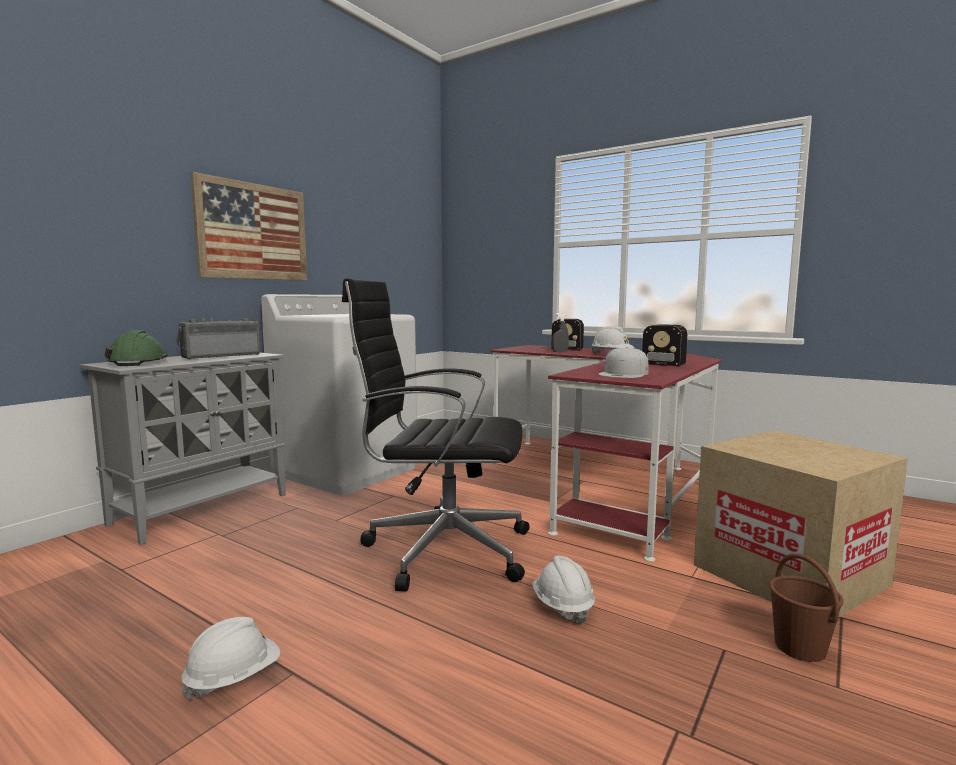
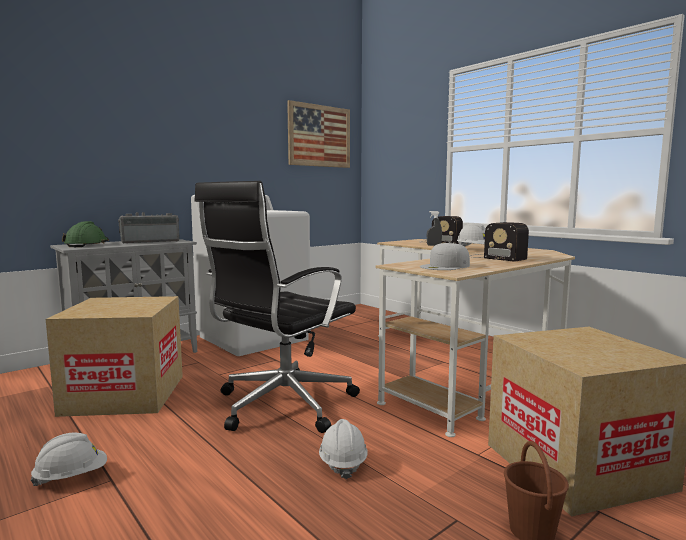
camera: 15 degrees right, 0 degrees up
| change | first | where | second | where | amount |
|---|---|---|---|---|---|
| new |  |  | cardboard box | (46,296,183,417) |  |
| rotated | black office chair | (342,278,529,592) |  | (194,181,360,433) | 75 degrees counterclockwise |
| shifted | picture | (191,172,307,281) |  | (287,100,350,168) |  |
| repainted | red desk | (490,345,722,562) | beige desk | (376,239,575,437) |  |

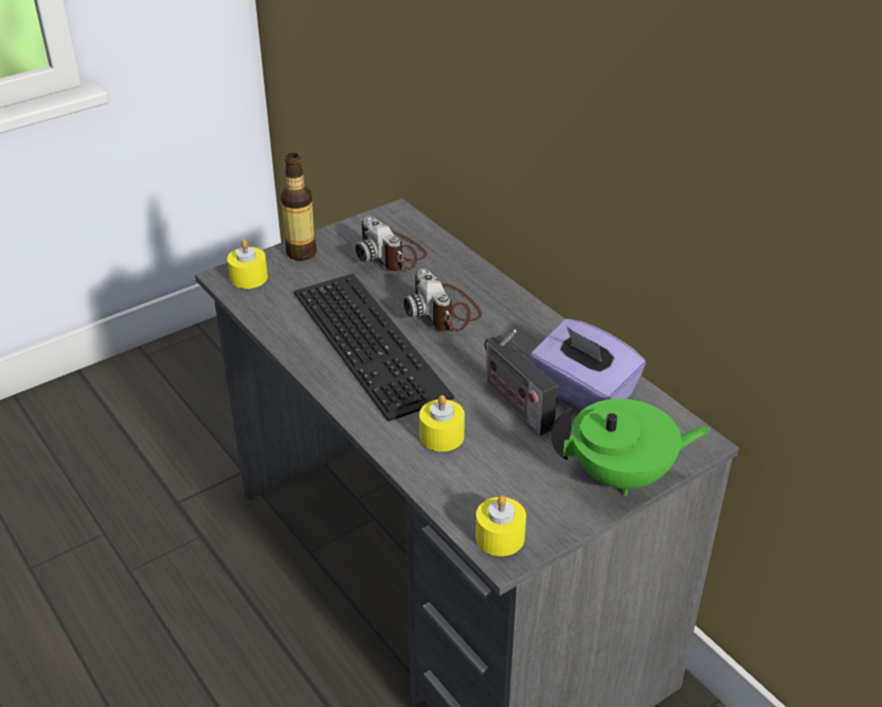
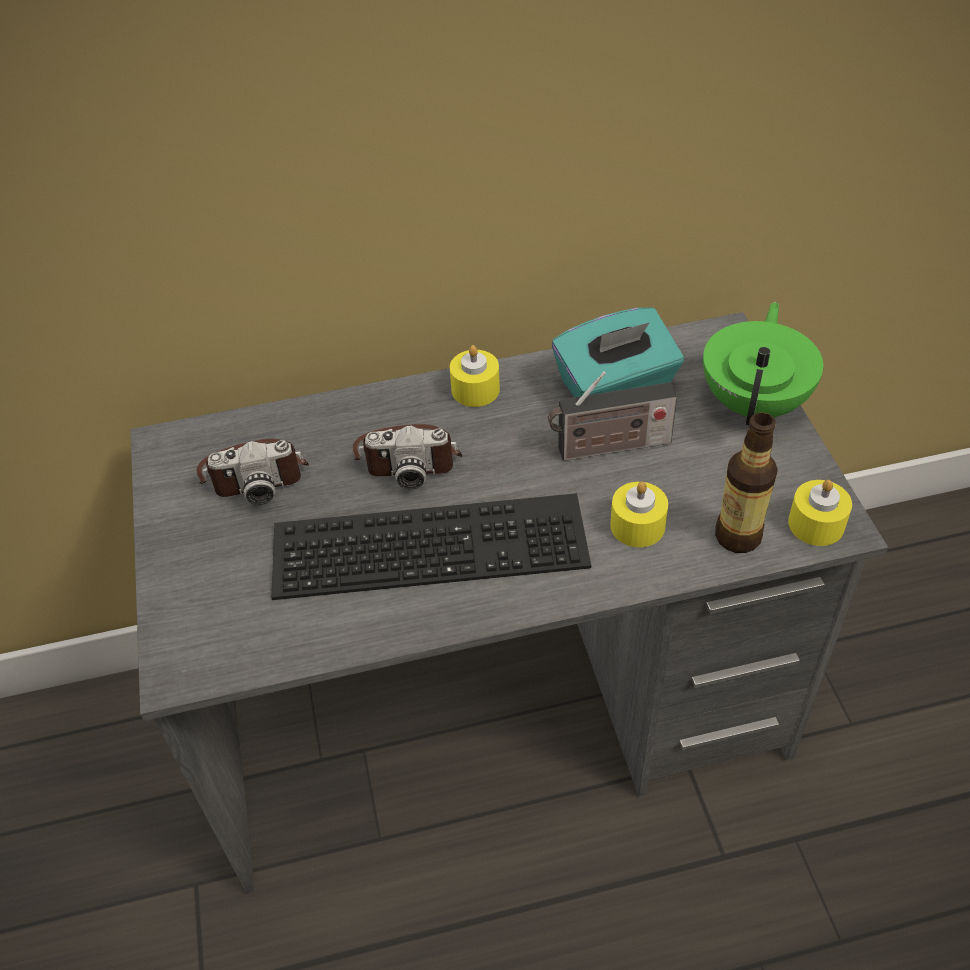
camera: 65 degrees left, 10 degrees up
| change | first | where | second | where | amount |
|---|---|---|---|---|---|
| shifted | yellow candle | (227,240,268,289) |  | (450,345,500,407) |  |
| repainted | purple tissue box | (531,319,646,410) | turquoise tissue box | (552,308,684,397) |  |
| shifted | bottle | (281,153,317,261) |  | (715,412,778,553) |  |

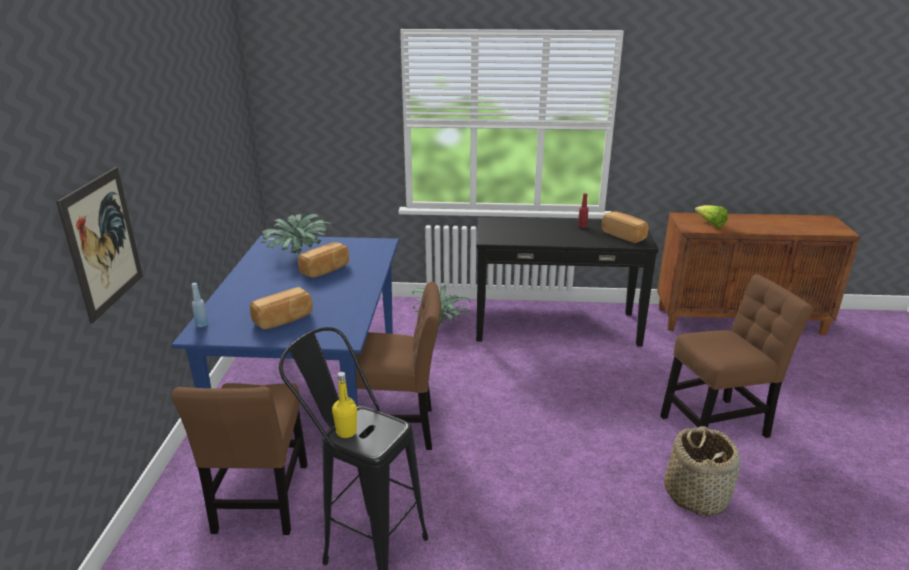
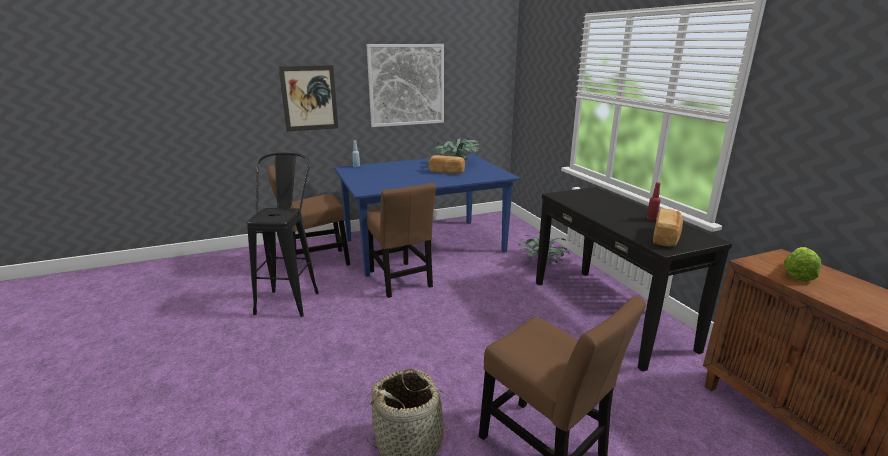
camera: 65 degrees right, 5 degrees down
| change | first | where | second | where | amount |
|---|---|---|---|---|---|
| new |  |  | picture | (366,44,444,127) |  |
| gone | bread | (250,287,312,329) |  |  |  |
| gone | yellow bottle | (332,372,357,438) |  |  |  |

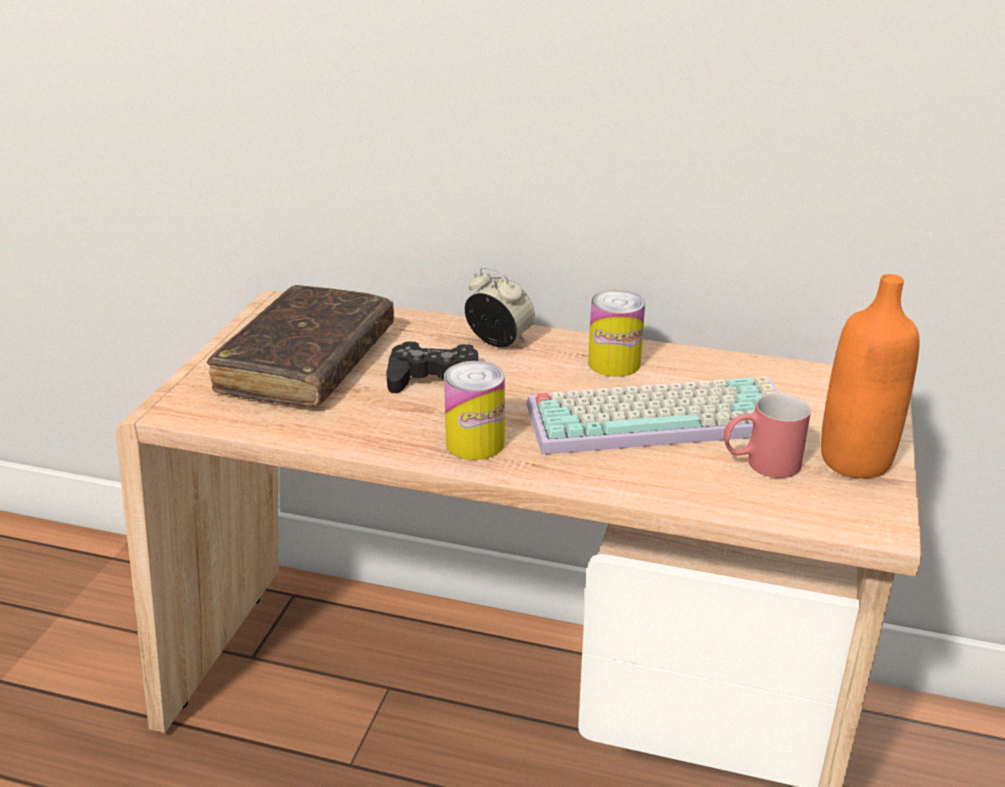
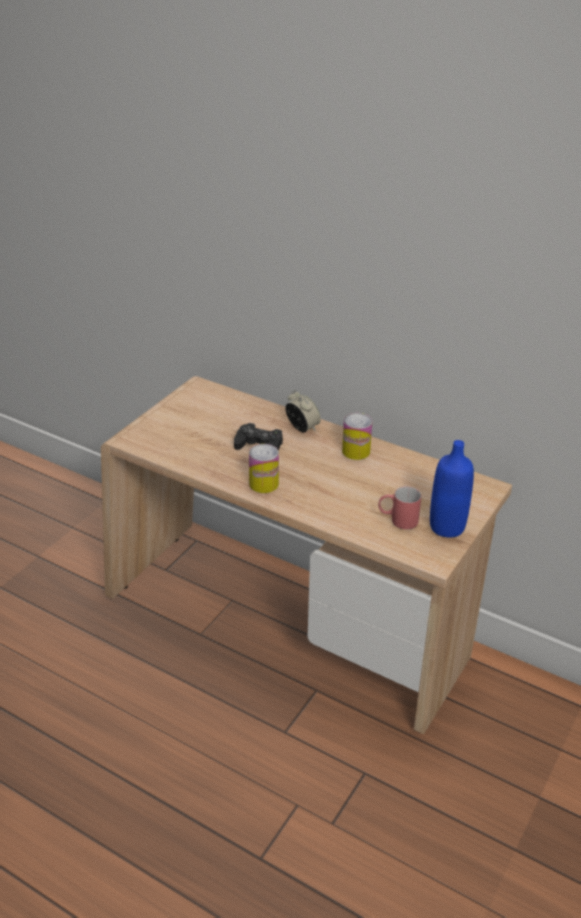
camera: 15 degrees right, 5 degrees up
| change | first | where | second | where | amount |
|---|---|---|---|---|---|
| repainted | orange bottle | (821,274,919,479) | blue bottle | (430,440,474,538) |  |
| gone | brown book | (206,285,394,407) |  |  |  |
| gone | keyboard | (527,376,780,455) |  |  |  |

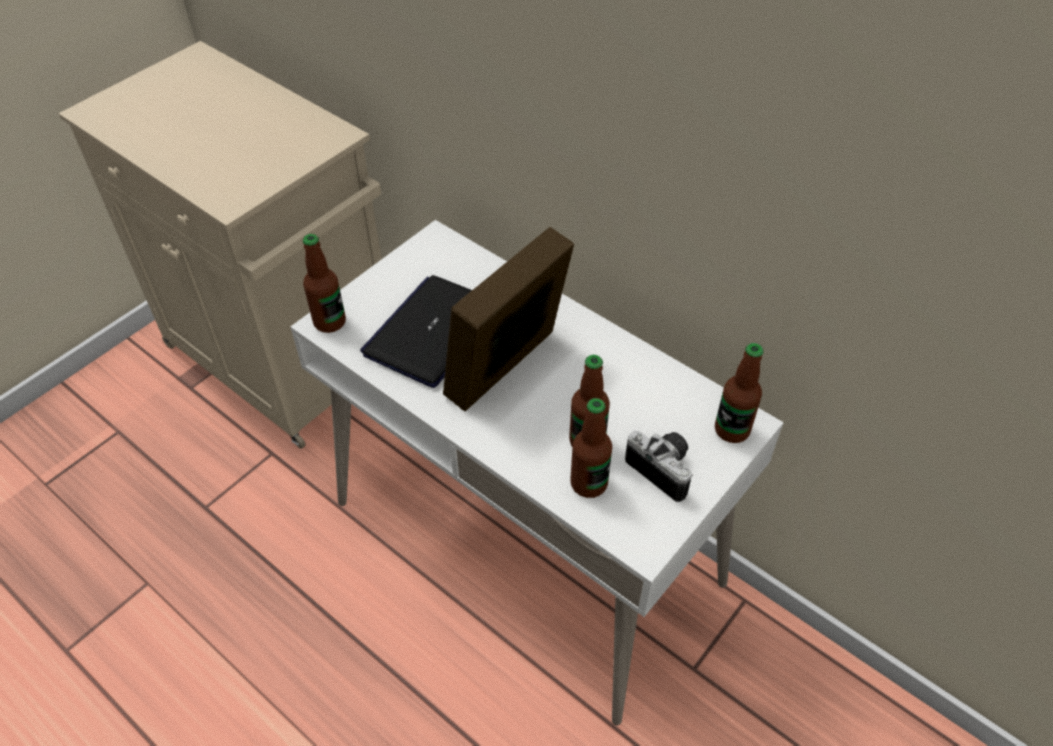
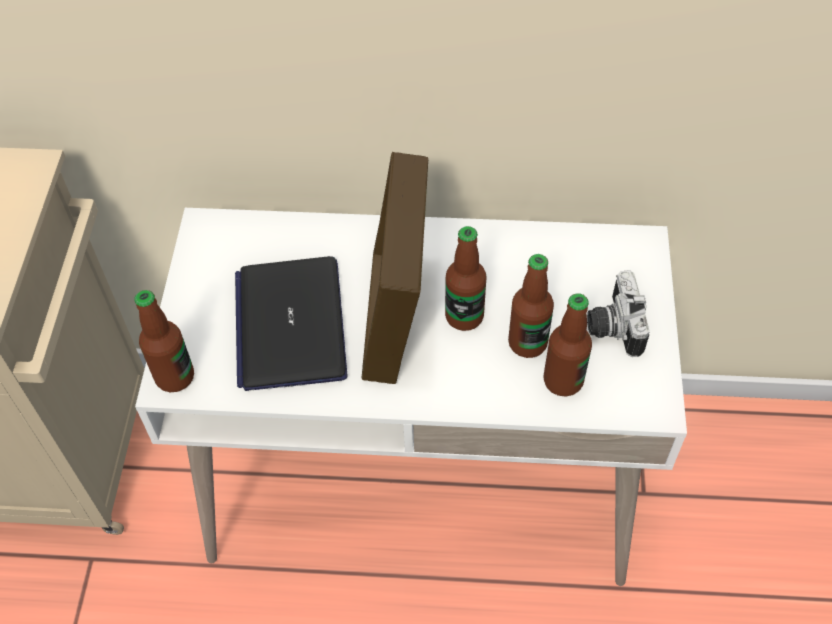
camera: 35 degrees left, 5 degrees up
| change | first | where | second | where | amount |
|---|---|---|---|---|---|
| shifted | bottle | (715,343,763,443) |  | (445,226,486,331) |  |
| rotated | photo camera | (625,431,693,502) |  | (587,270,650,357) | 105 degrees counterclockwise |

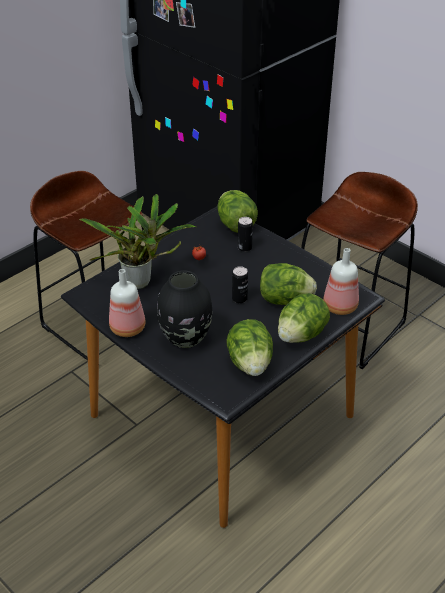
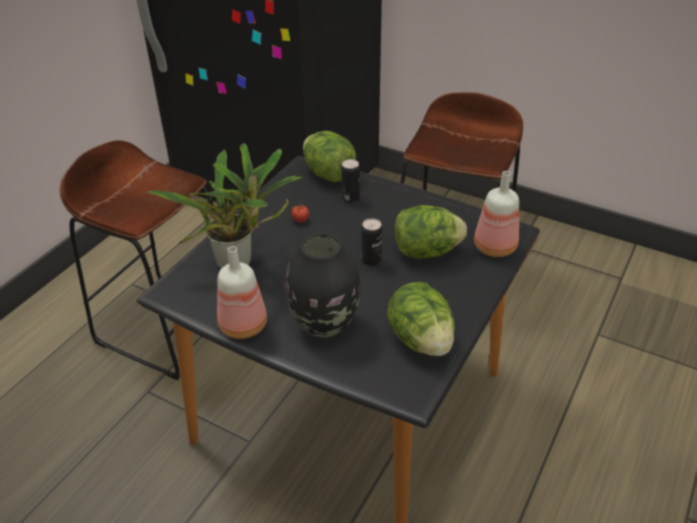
camera: 15 degrees left, 0 degrees up
| change | first | where | second | where | amount |
|---|---|---|---|---|---|
| gone | lettuce | (278,293,330,343) |  |  |  |

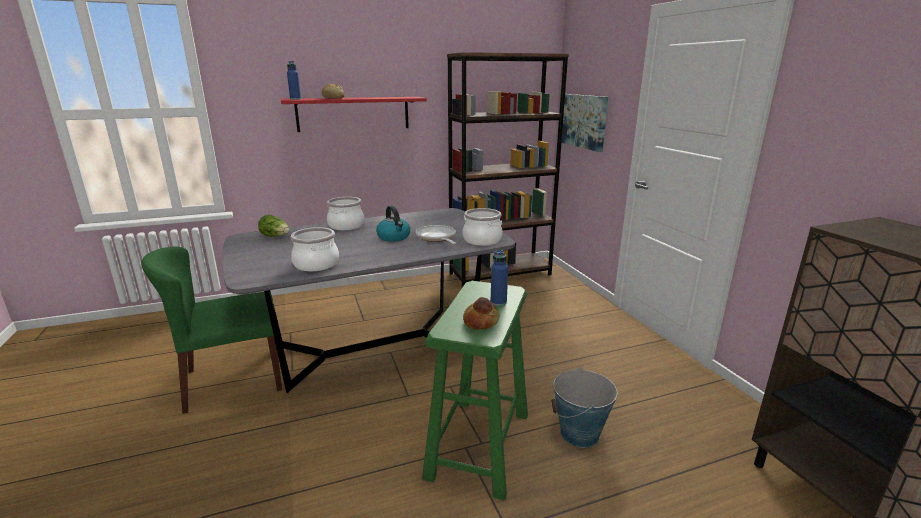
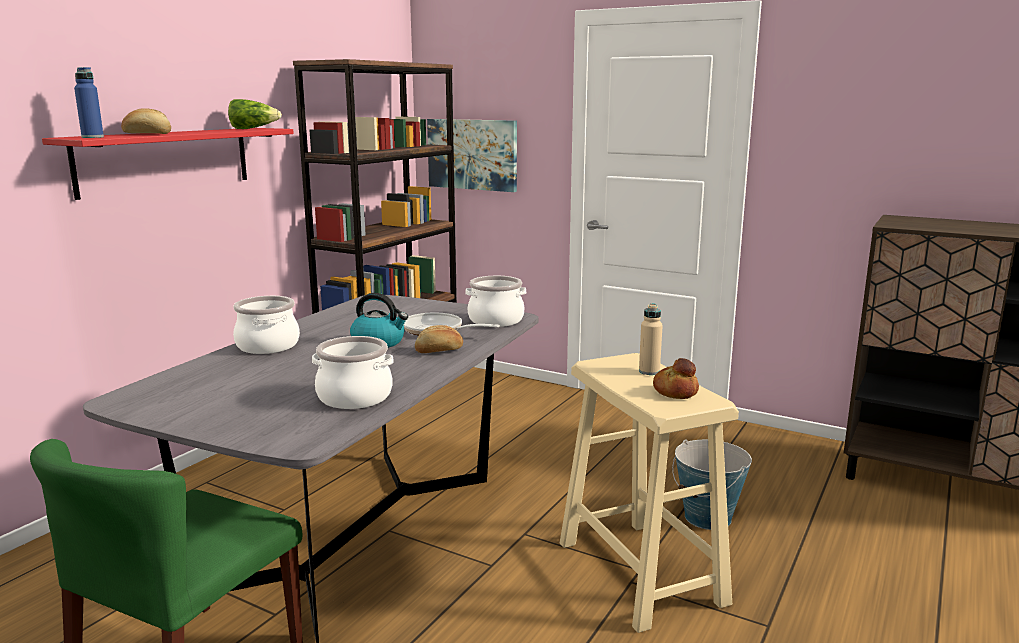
camera: 40 degrees left, 5 degrees down
| change | first | where | second | where | amount |
|---|---|---|---|---|---|
| shifted | lettuce | (258,214,290,237) |  | (228,99,282,129) |  |
| new |  |  | bread | (415,325,463,353) |  |
| repainted | green stool | (422,281,528,500) | beige stool | (560,353,739,633) |  |
| repainted | blue bottle | (490,250,508,306) | beige bottle | (639,303,663,375) |  |

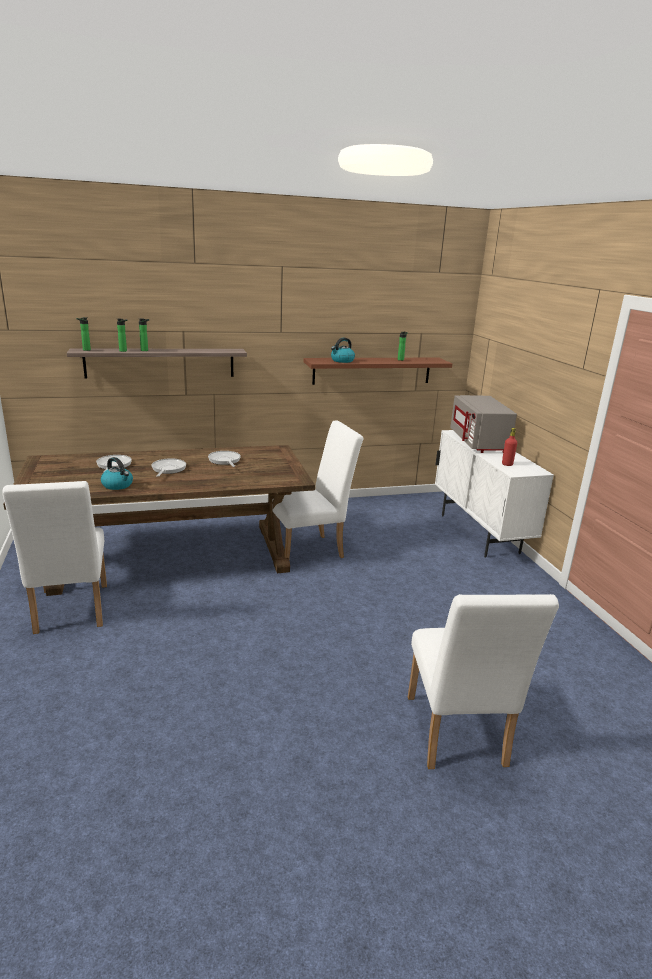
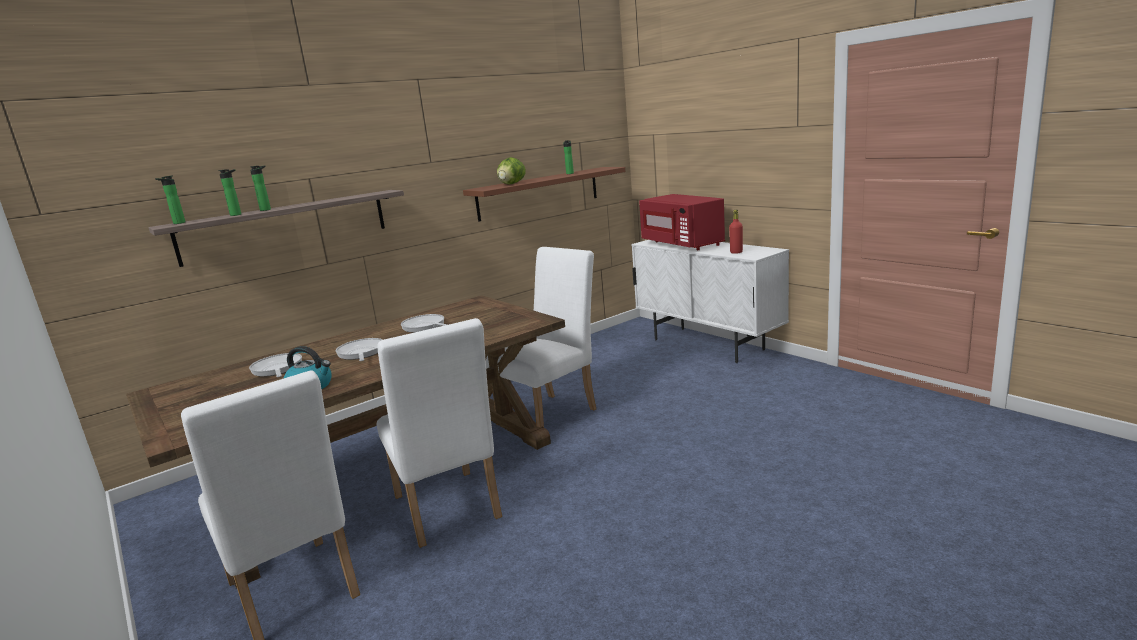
camera: 20 degrees left, 5 degrees down
| change | first | where | second | where | amount |
|---|---|---|---|---|---|
| shifted | white chair | (408,594,559,769) |  | (377,318,502,548) |  |
| swapped | kettle | (331,338,355,363) | lettuce | (497,157,526,184) |  |
| repainted | grey microwave | (450,395,517,453) | red microwave | (639,194,725,250) |  |

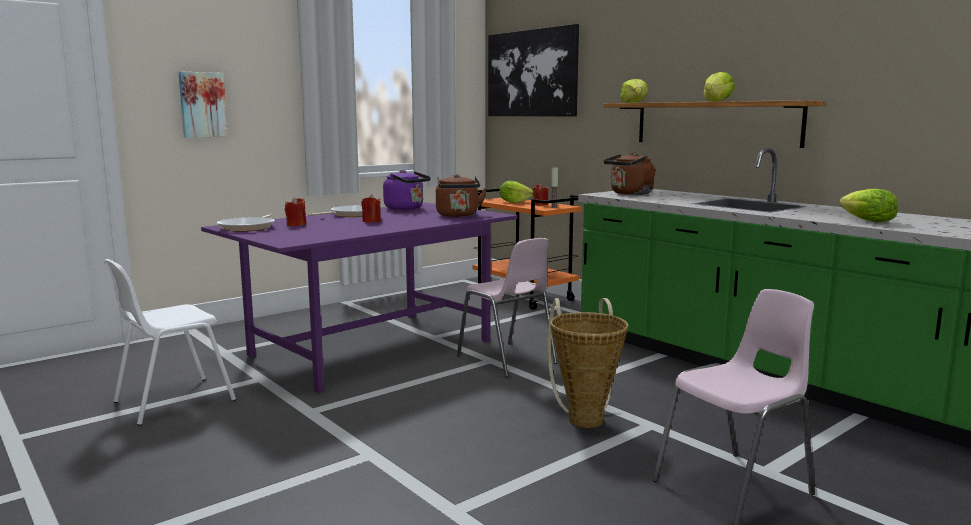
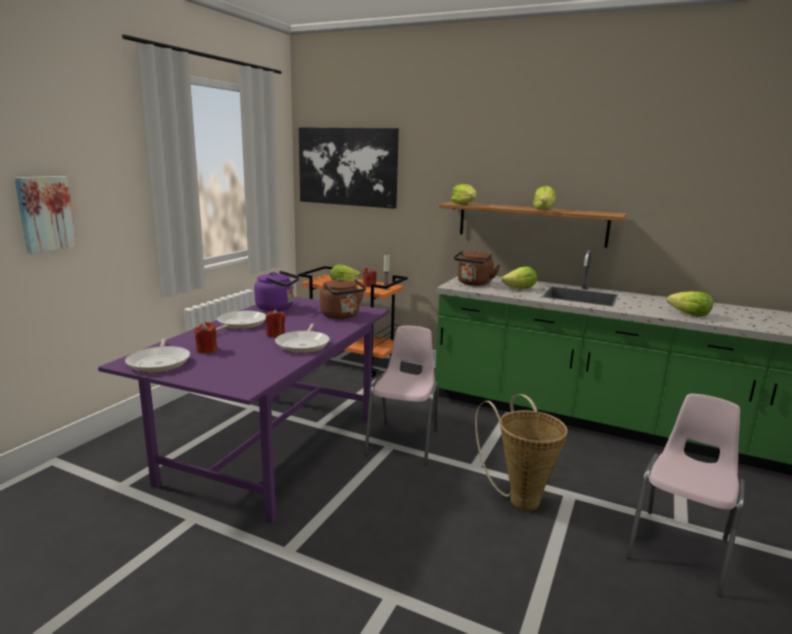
camera: 25 degrees left, 5 degrees up
| change | first | where | second | where | amount |
|---|---|---|---|---|---|
| new |  |  | frying pan | (275,323,330,353) |  |
| rotated | pink chair | (457,238,557,378) |  | (364,326,438,465) | 105 degrees counterclockwise |
| new |  |  | lettuce | (501,266,537,289) |  |
| gone | white chair | (104,259,236,426) |  |  |  |

